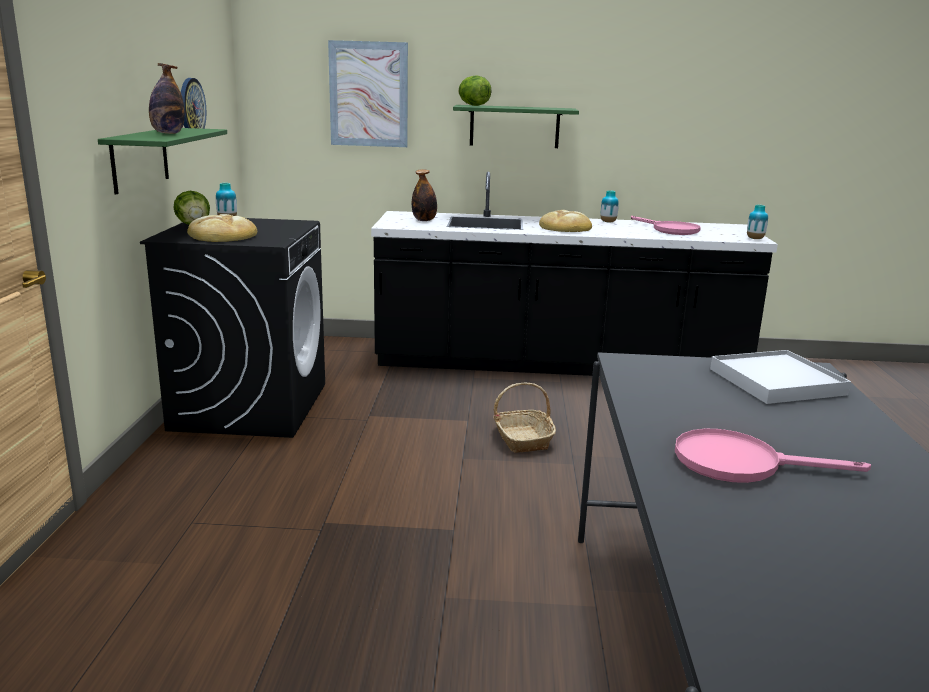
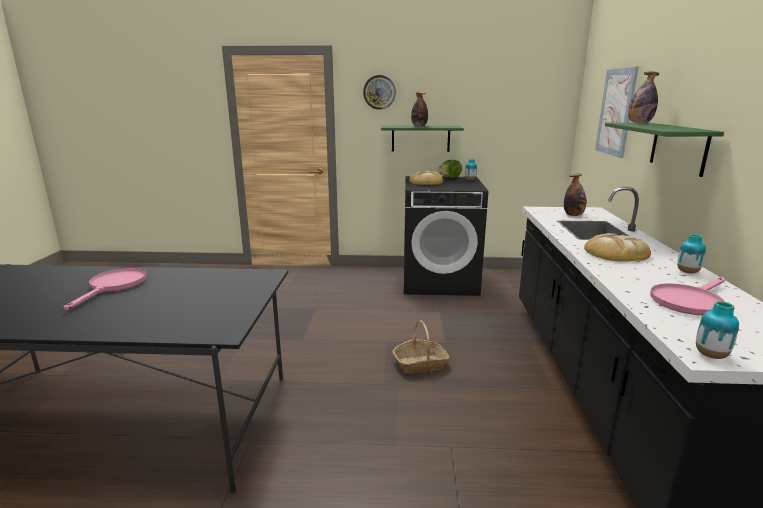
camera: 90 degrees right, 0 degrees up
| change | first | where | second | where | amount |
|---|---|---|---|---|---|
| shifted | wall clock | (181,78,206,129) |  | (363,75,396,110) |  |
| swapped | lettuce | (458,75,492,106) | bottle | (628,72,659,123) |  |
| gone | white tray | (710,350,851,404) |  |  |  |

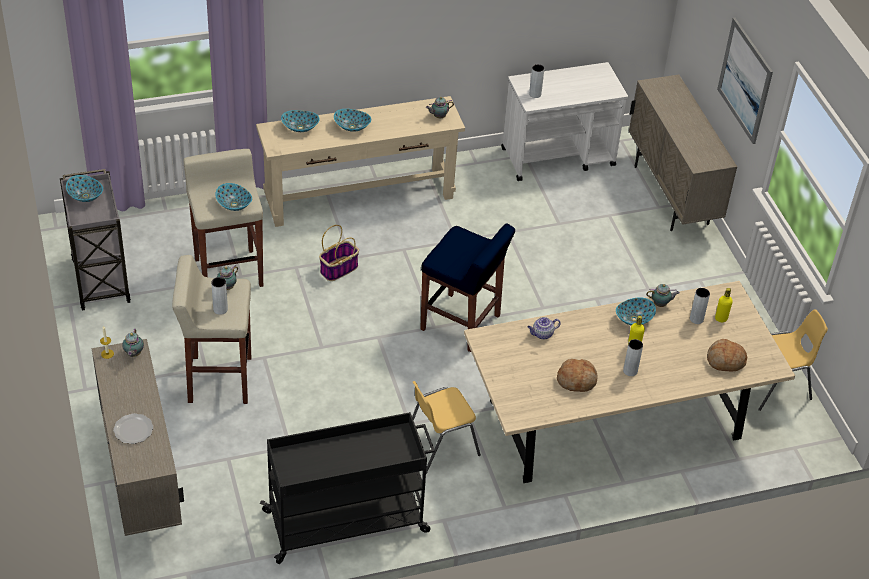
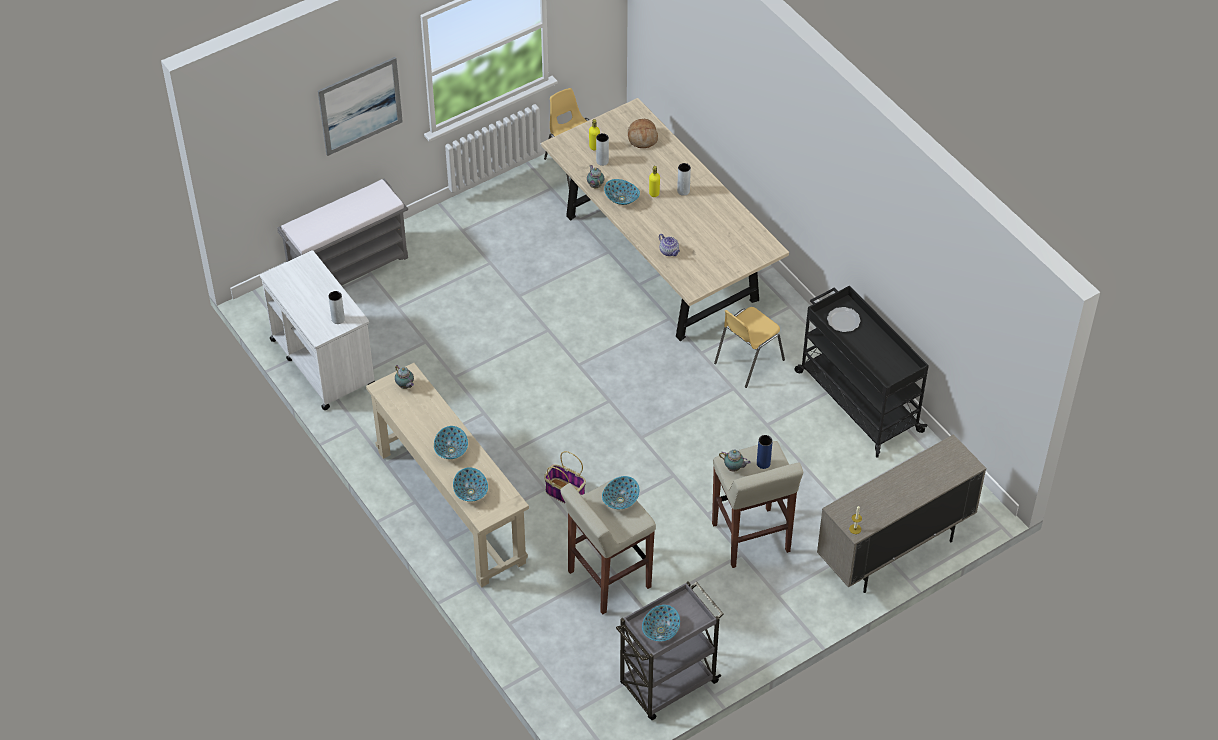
camera: 105 degrees left, 5 degrees up
| change | first | where | second | where | amount |
|---|---|---|---|---|---|
| swapped | beige cabinet | (629,75,737,231) | grey bench | (277,179,408,286) |  |
| rotated | yellow chair | (412,381,481,474) |  | (714,307,785,388) | 90 degrees clockwise |
| repainted | grey vase | (211,277,228,315) | blue vase | (757,435,773,469) |  |
| shifted | plate | (113,413,153,444) |  | (827,307,861,332) |  |
| gone | teapot | (122,329,144,357) |  |  |  |
| gone | blue stool | (420,223,515,352) |  |  |  |
| gone | bread | (557,359,597,392) |  |  |  |

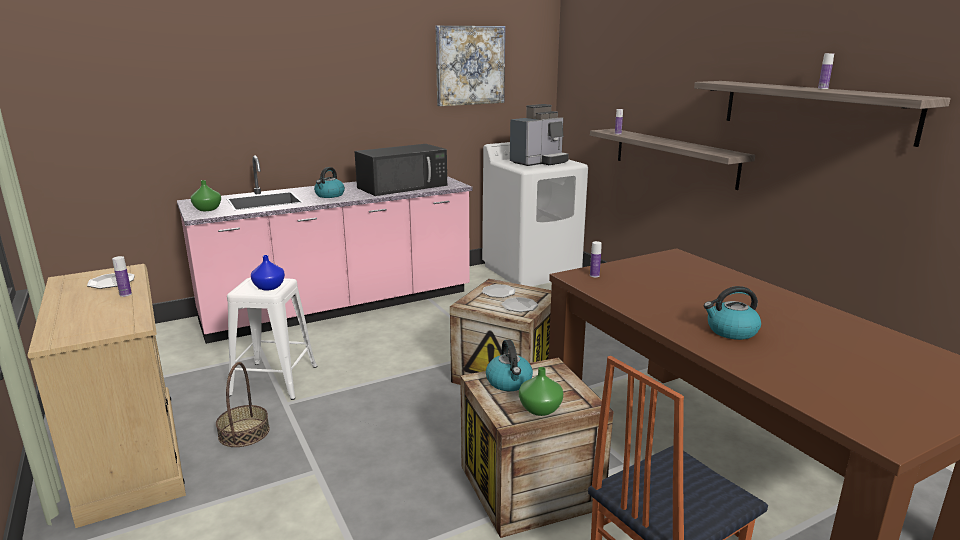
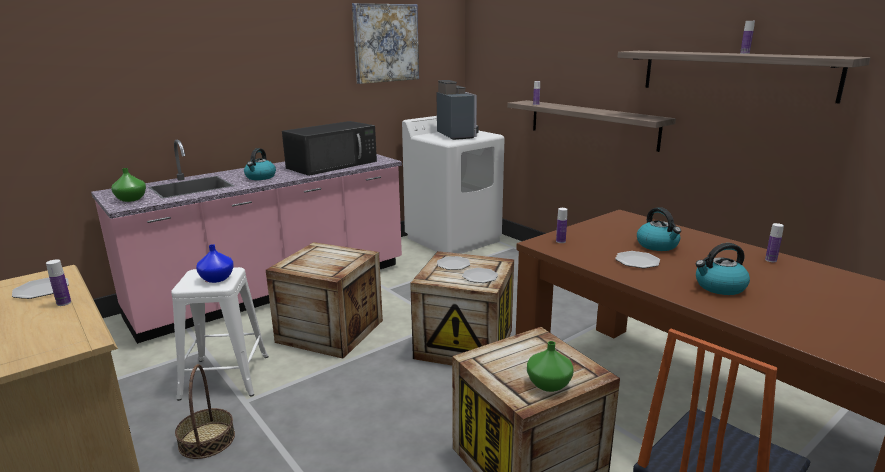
camera: 10 degrees left, 0 degrees up
| change | first | where | second | where | amount |
|---|---|---|---|---|---|
| new |  |  | crate | (266,242,383,358) |  |
| rotated | coffee machine | (510,104,569,166) |  | (436,80,479,140) | 60 degrees counterclockwise |
| new |  |  | plate | (615,251,660,268) |  |
| shifted | kettle | (486,340,533,391) |  | (637,207,681,251) |  |
| new |  |  | bottle | (765,223,784,262) |  |

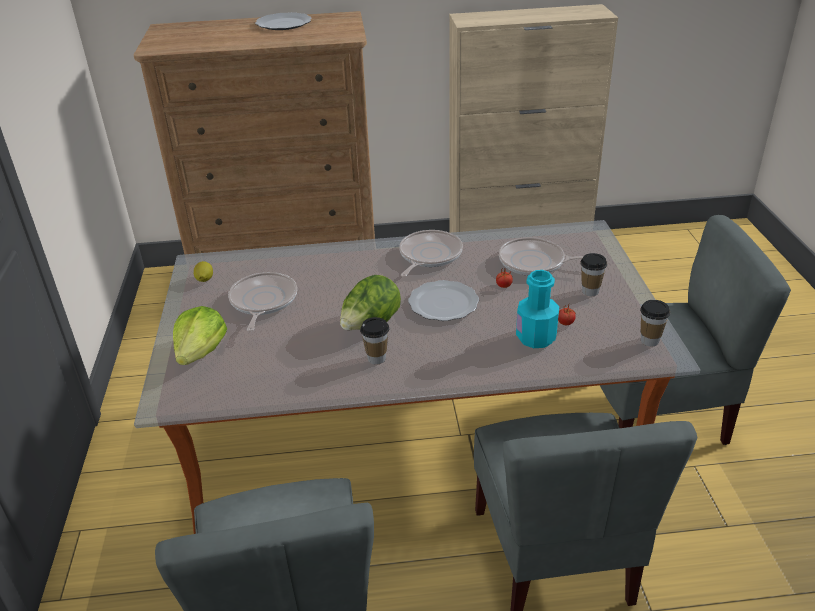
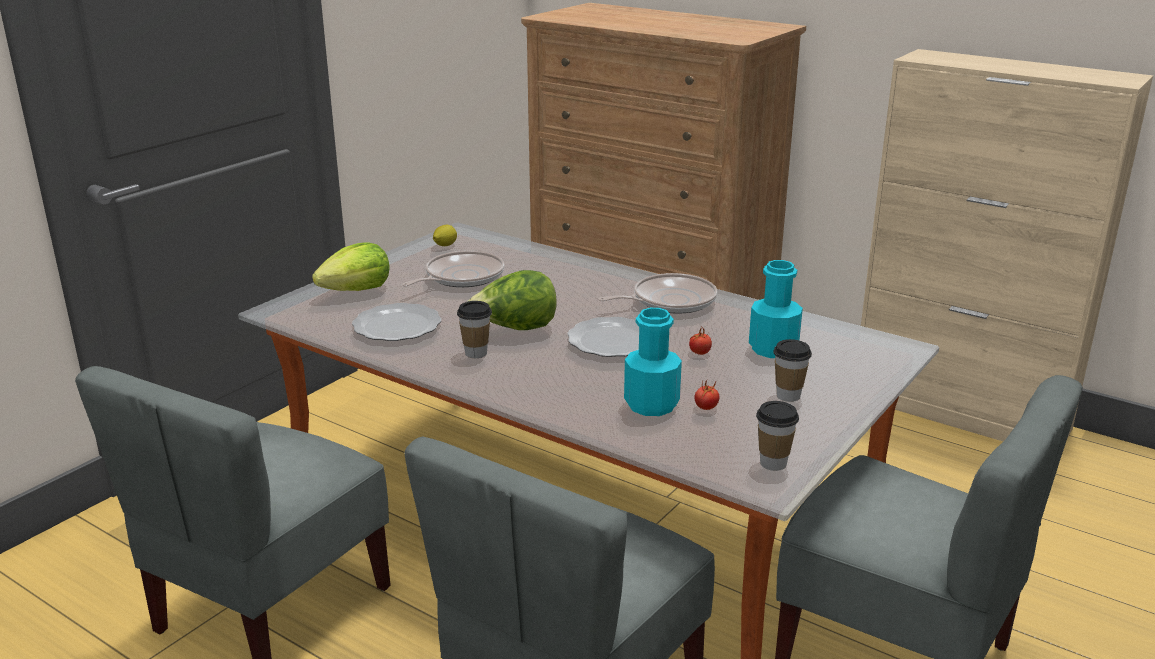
camera: 40 degrees right, 10 degrees down
| change | first | where | second | where | amount |
|---|---|---|---|---|---|
| shifted | plate | (255,12,312,30) |  | (352,303,441,341) |  |
| swapped | frying pan | (499,237,583,276) | turquoise bottle | (749,260,803,358) |  |

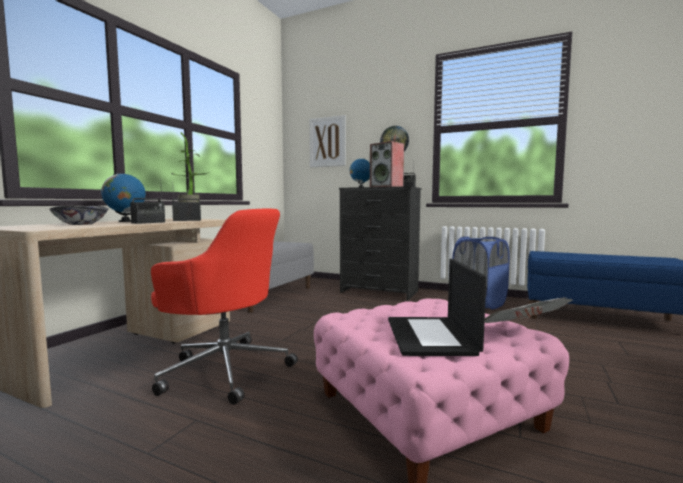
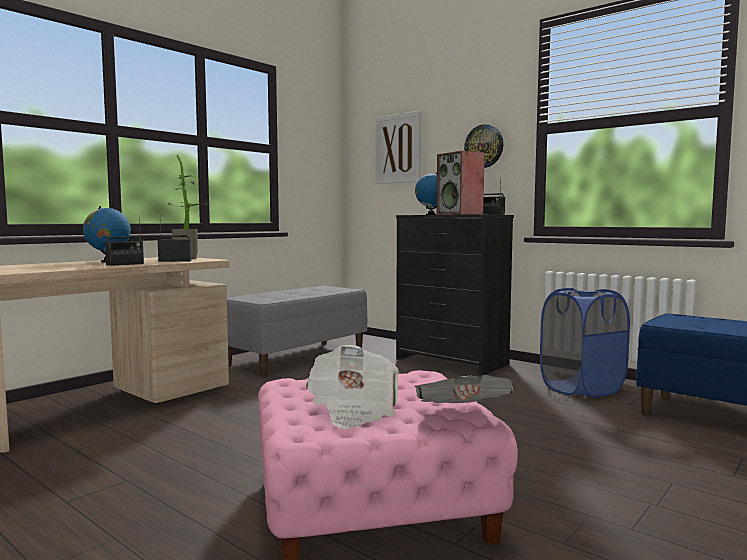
camera: 15 degrees right, 0 degrees up
| change | first | where | second | where | amount |
|---|---|---|---|---|---|
| swapped | laptop | (388,259,486,356) | newspaper | (306,345,399,429) |  |
| gone | bowl | (49,206,108,225) |  |  |  |
| gone | red office chair | (151,208,298,405) |  |  |  |

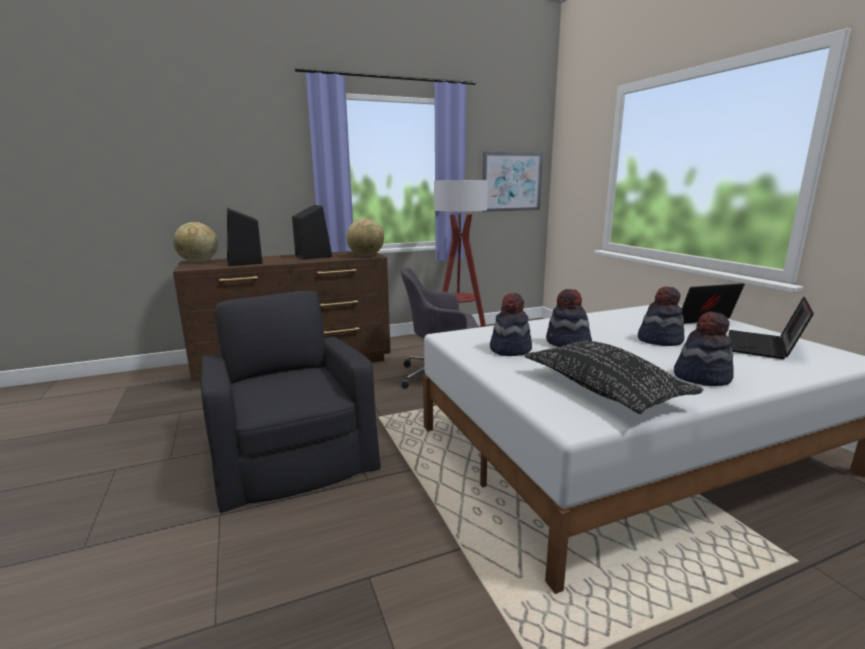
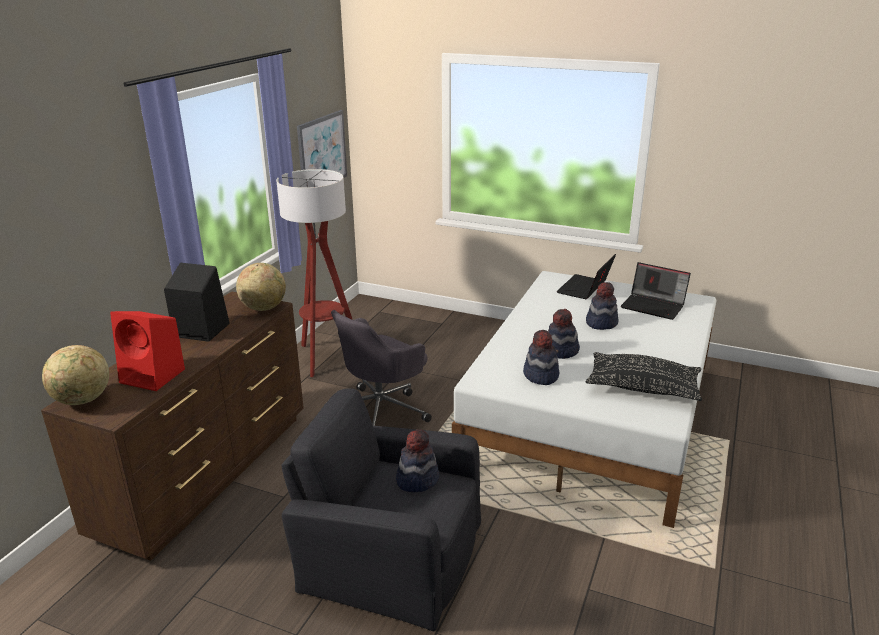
camera: 45 degrees left, 10 degrees up
| change | first | where | second | where | amount |
|---|---|---|---|---|---|
| repainted | black speaker | (227,208,263,266) | red speaker | (110,311,185,391) |  |
| shifted | hat | (674,312,734,386) |  | (396,429,439,492) |  |
| rotated | laptop | (729,297,814,359) |  | (621,262,691,320) | 45 degrees counterclockwise |

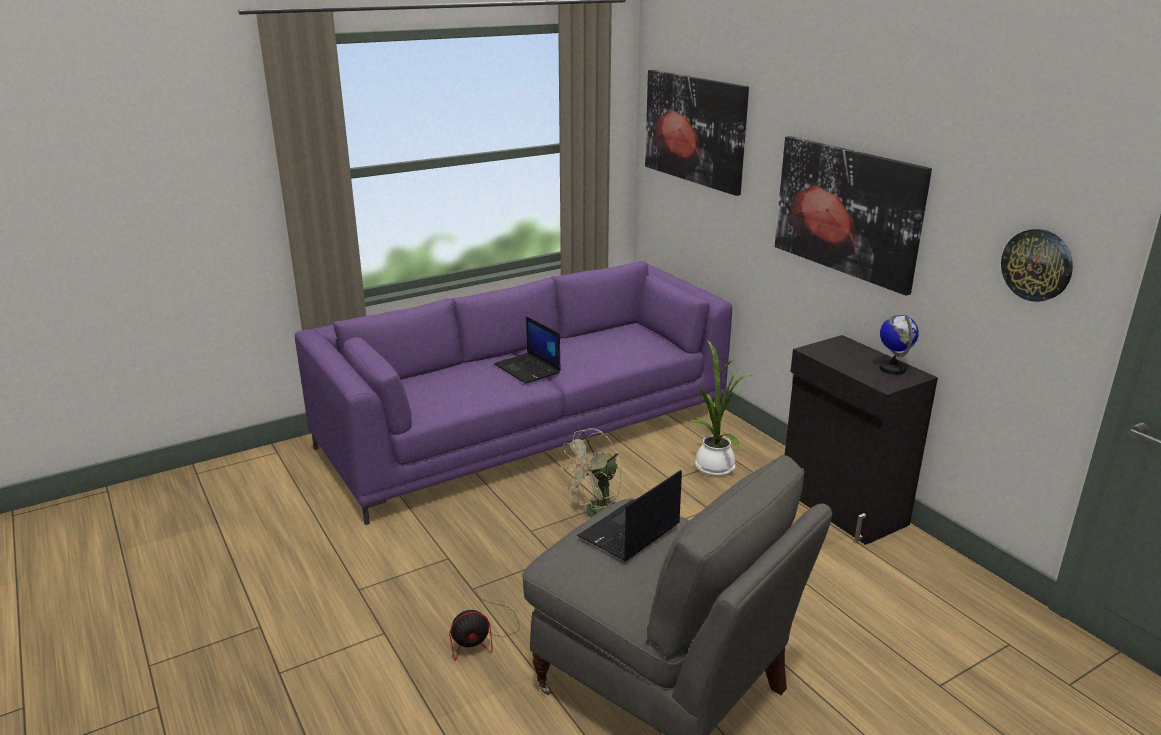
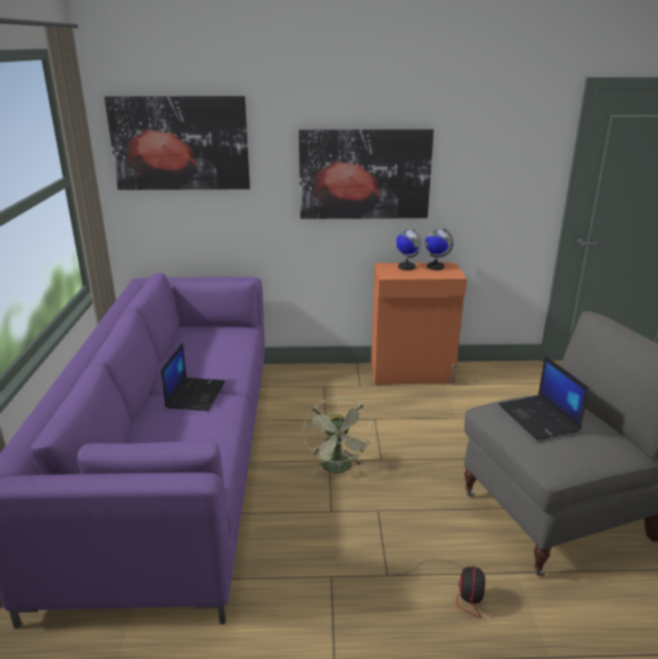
camera: 60 degrees left, 0 degrees up
| change | first | where | second | where | amount |
|---|---|---|---|---|---|
| rotated | laptop | (494,316,561,384) |  | (161,342,225,411) | 75 degrees counterclockwise |
| repainted | black cabinet | (785,335,938,545) | orange cabinet | (371,262,467,384) |  |
| new |  |  | globe | (396,228,421,270) |  |
| gone | potted plant | (692,340,753,476) |  |  |  |
| gone | wall clock | (1001,229,1073,302) |  |  |  |

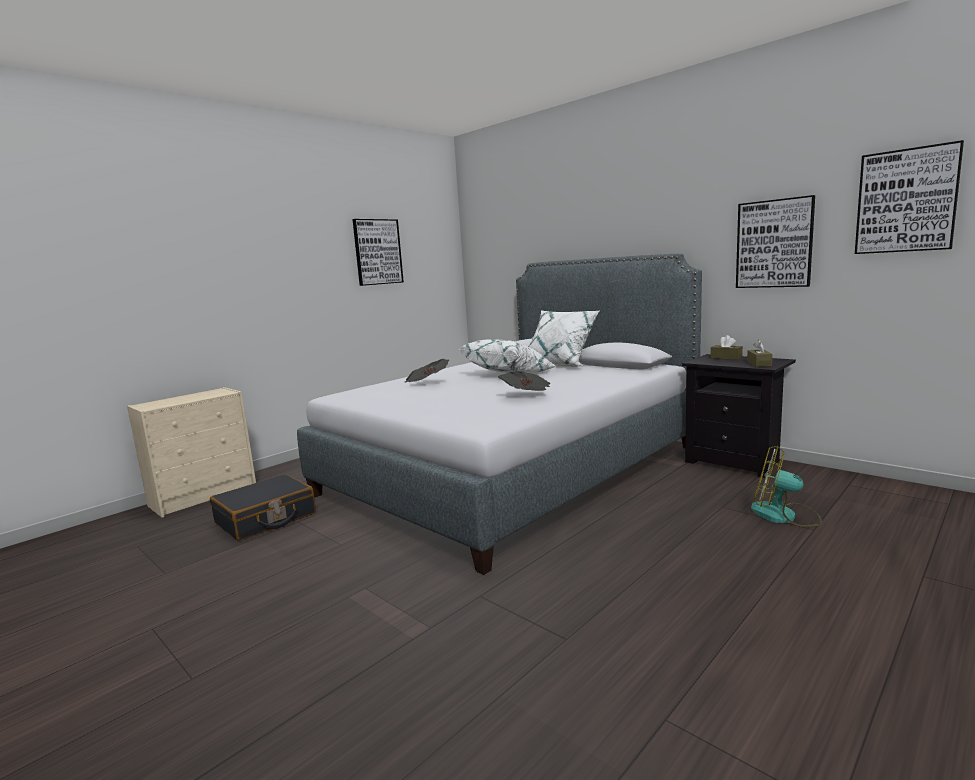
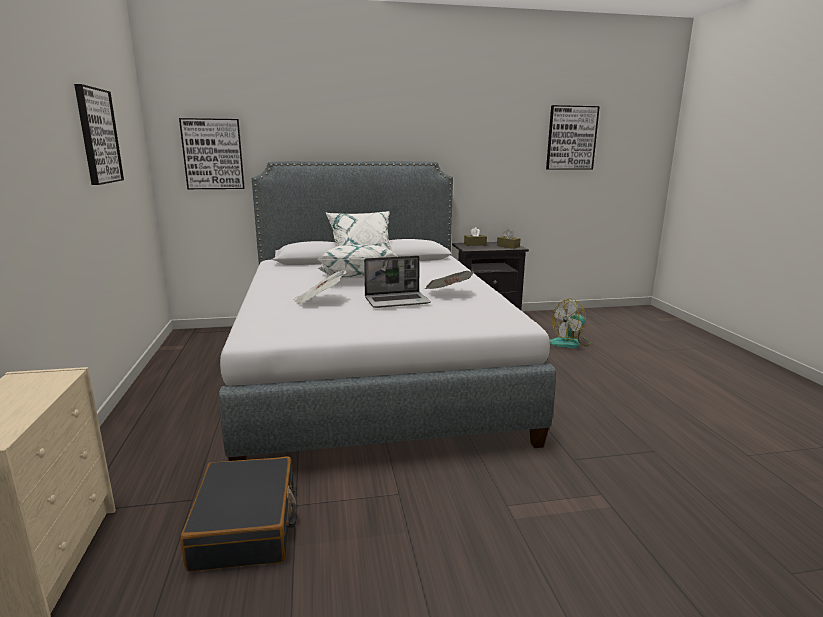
camera: 55 degrees left, 5 degrees up
| change | first | where | second | where | amount |
|---|---|---|---|---|---|
| shifted | picture | (736,195,815,288) |  | (179,118,245,189) |  |
| new |  |  | laptop | (364,256,431,308) |  |

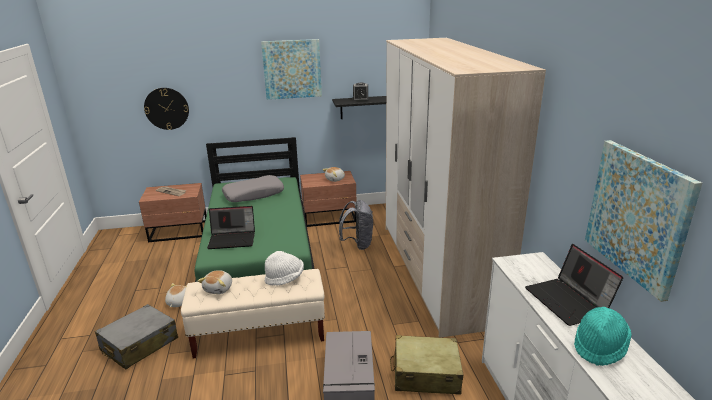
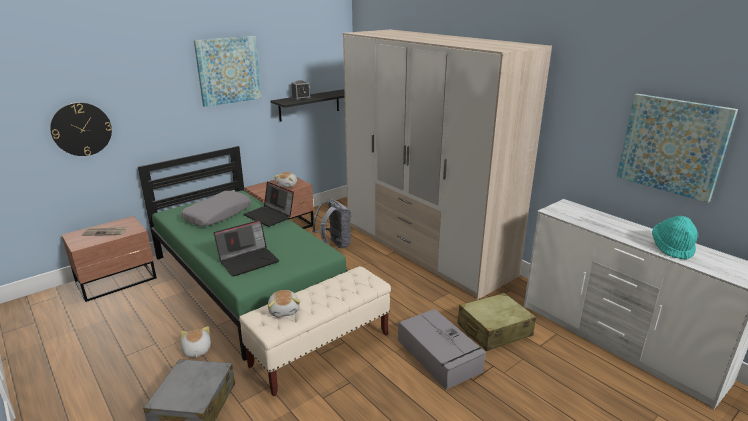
camera: 30 degrees left, 0 degrees up
| change | first | where | second | where | amount |
|---|---|---|---|---|---|
| shifted | laptop | (525,244,623,326) |  | (244,182,294,227) |  |
| gone | white hat | (265,251,304,286) |  |  |  |

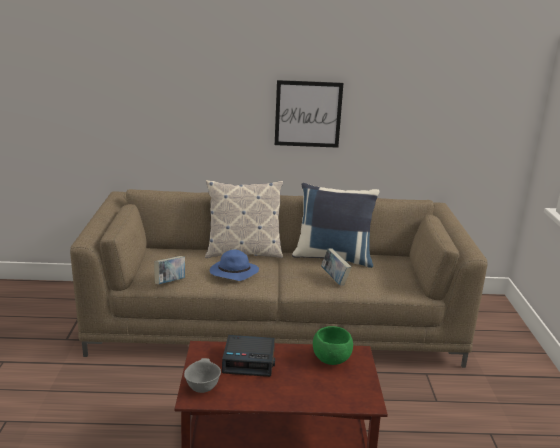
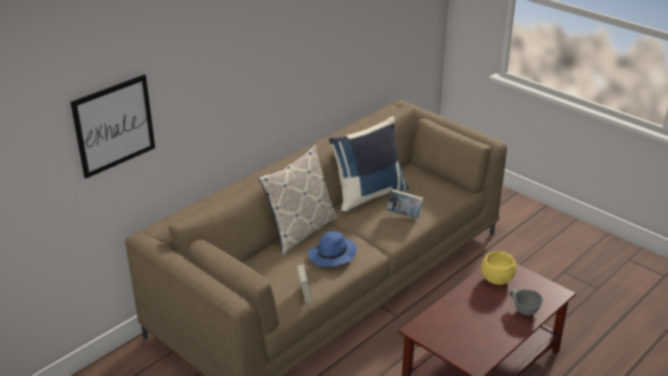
camera: 45 degrees left, 10 degrees up
| change | first | where | second | where | amount |
|---|---|---|---|---|---|
| shifted | picture | (275,80,343,148) |  | (70,74,155,179) |  |
| repainted | green bowl | (313,326,353,365) | yellow bowl | (481,251,516,285) |  |
| shifted | grey bowl | (184,358,221,393) |  | (509,289,543,316) |  |
| gone | alarm clock | (222,335,275,377) |  |  |  |

